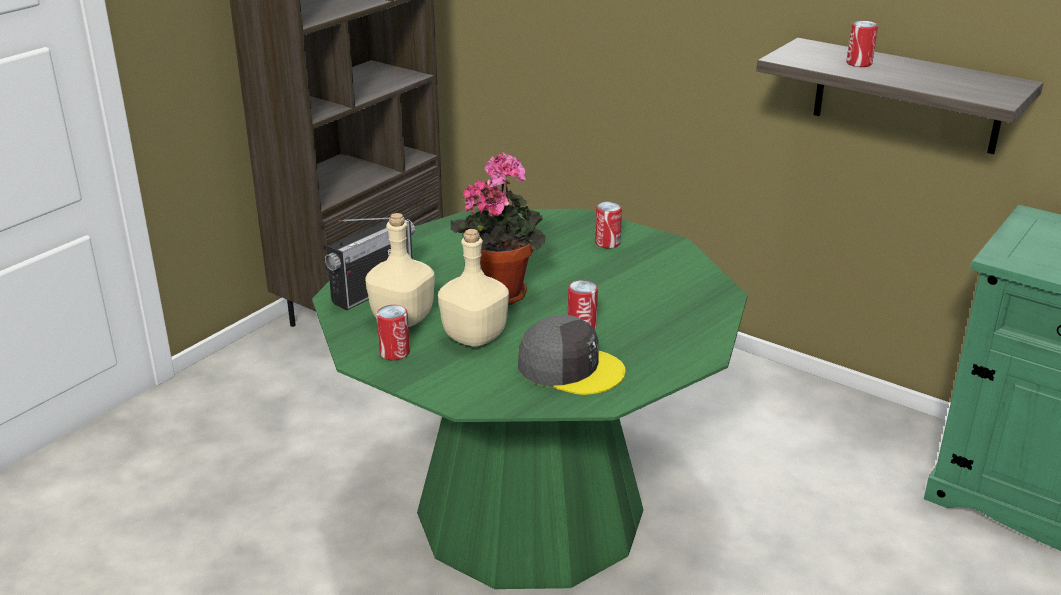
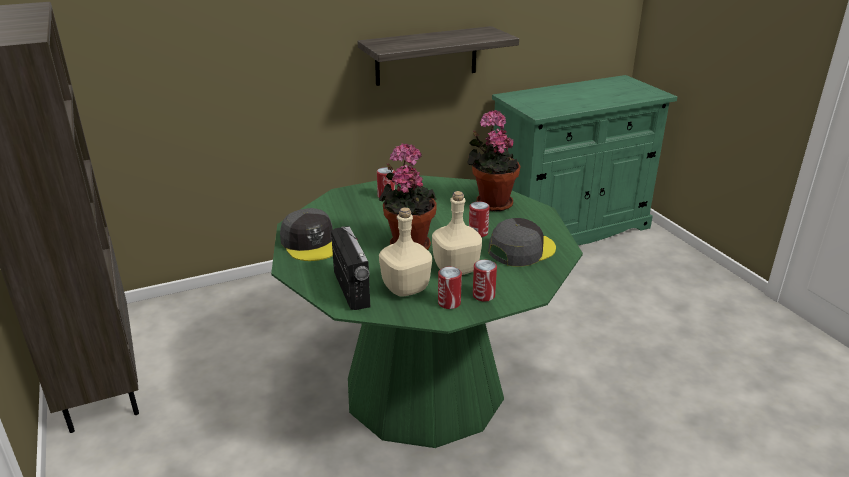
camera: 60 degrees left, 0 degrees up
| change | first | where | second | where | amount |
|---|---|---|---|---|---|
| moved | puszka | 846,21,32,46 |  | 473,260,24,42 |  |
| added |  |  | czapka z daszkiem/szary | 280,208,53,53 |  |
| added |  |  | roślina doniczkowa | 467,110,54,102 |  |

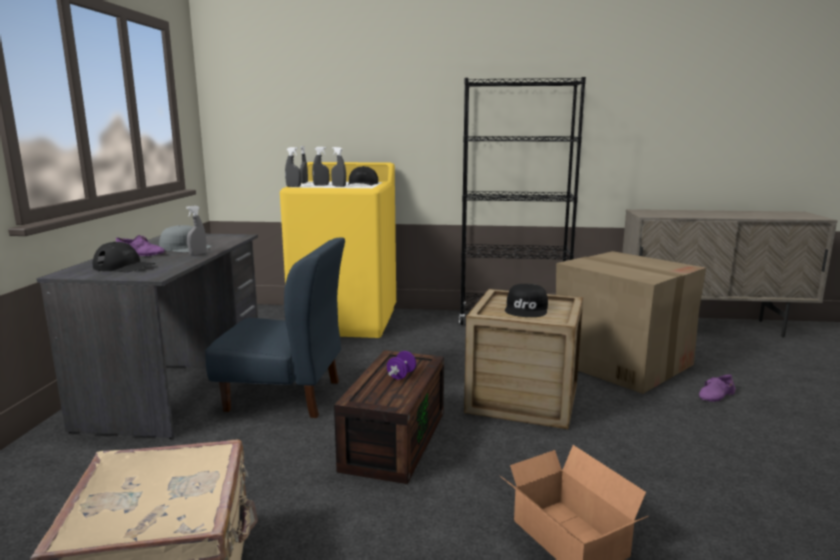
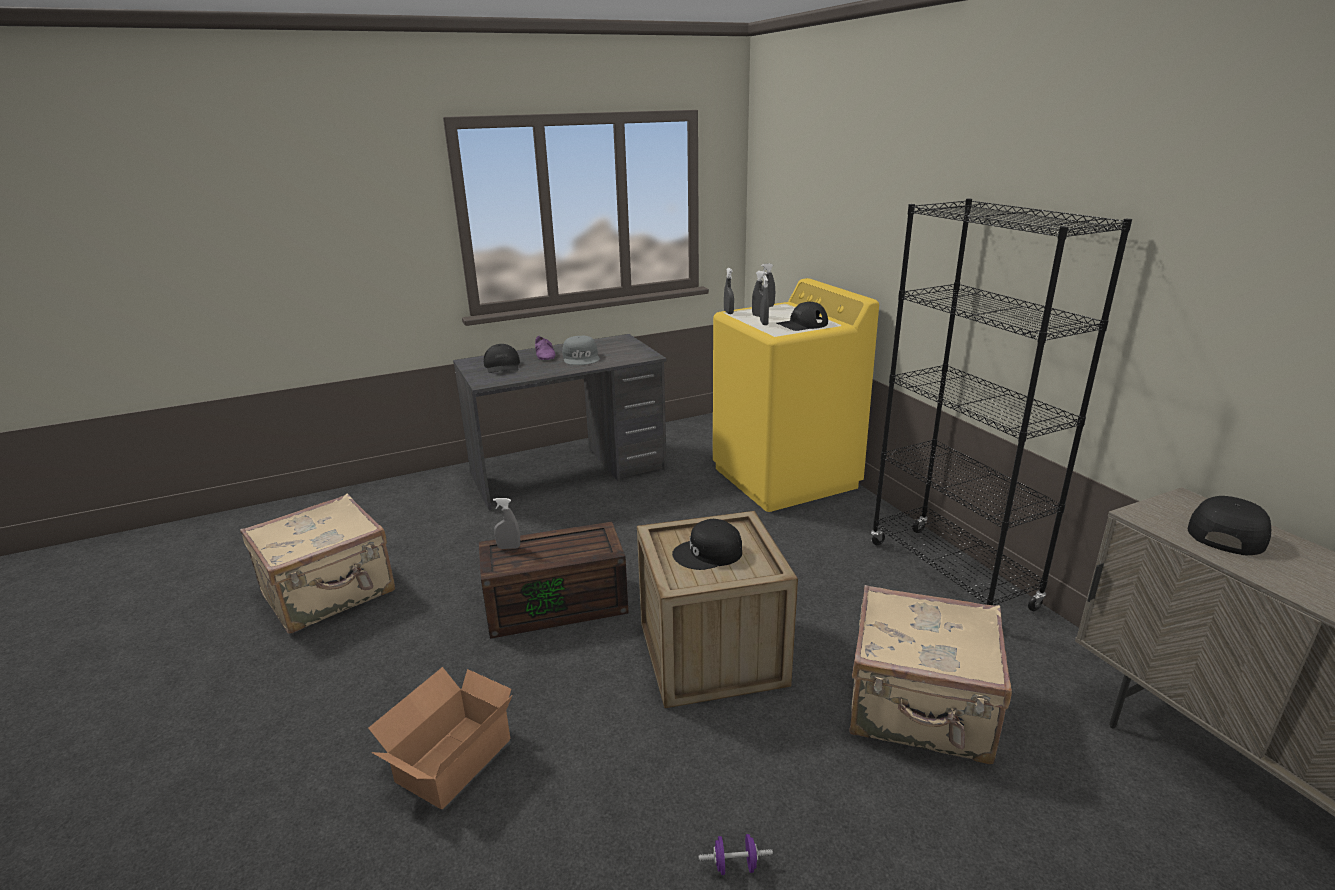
camera: 60 degrees right, 10 degrees up
| change | first | where | second | where | amount |
|---|---|---|---|---|---|
| moved | spryskiwacz/szary | 186,205,21,51 |  | 493,498,27,51 |  |
| removed | krzesło/niebieski | 206,237,139,181 |  |  |  |
| moved | hantel/fioletowy | 387,351,29,29 |  | 699,834,74,41 |  |
| replaced | karton | 556,251,150,143 | walizka/beżowy | 849,585,163,179 |  |
| removed | but/fioletowy | 699,375,37,27 |  |  |  |
| added |  |  | czapka z daszkiem/czarny | 1188,496,83,60 |  |

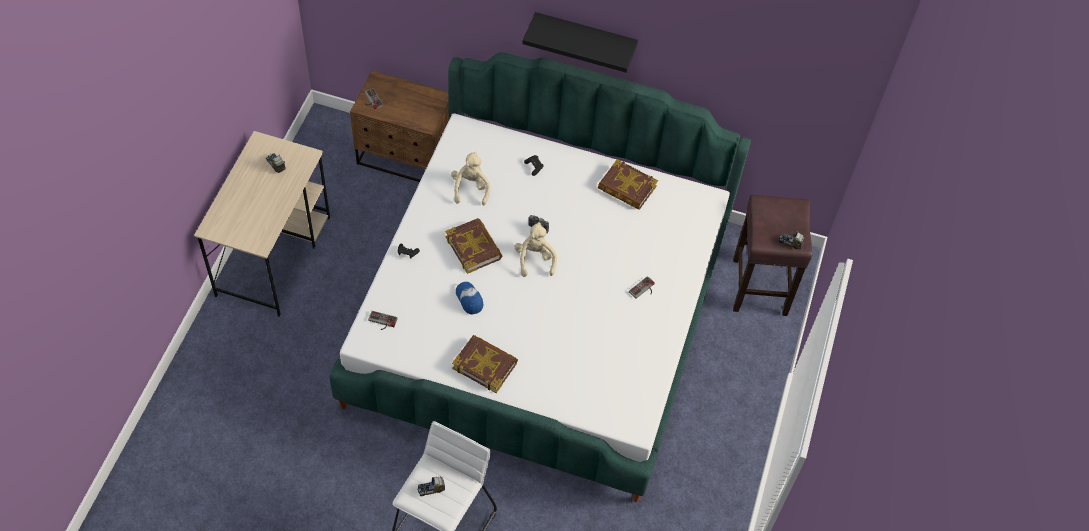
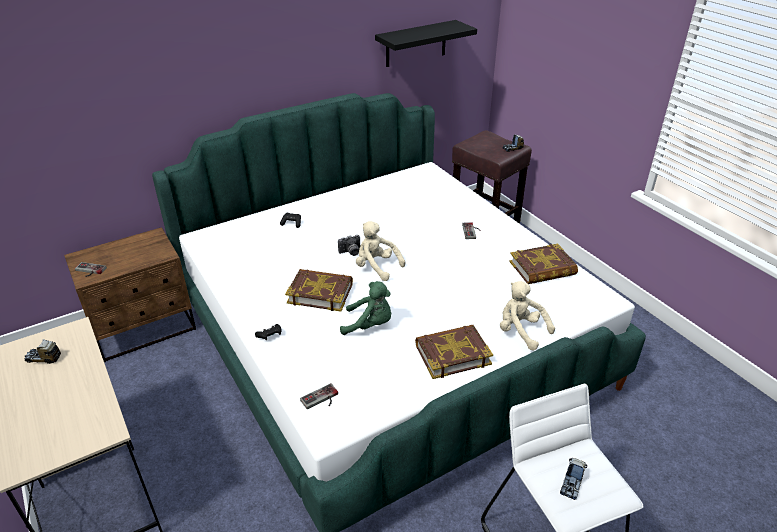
camera: 45 degrees left, 20 degrees down
| change | first | where | second | where | amount |
|---|---|---|---|---|---|
| moved | pluszak/beżowy | 451,152,39,54 |  | 500,281,55,70 |  |
| replaced | czapka z daszkiem | 456,282,28,33 | pluszak/zielony | 340,281,51,54 |  |
| moved | półka/czarny | 522,12,116,61 |  | 375,20,102,47 |  |
| moved | książka | 598,159,60,51 |  | 509,244,69,40 |  |

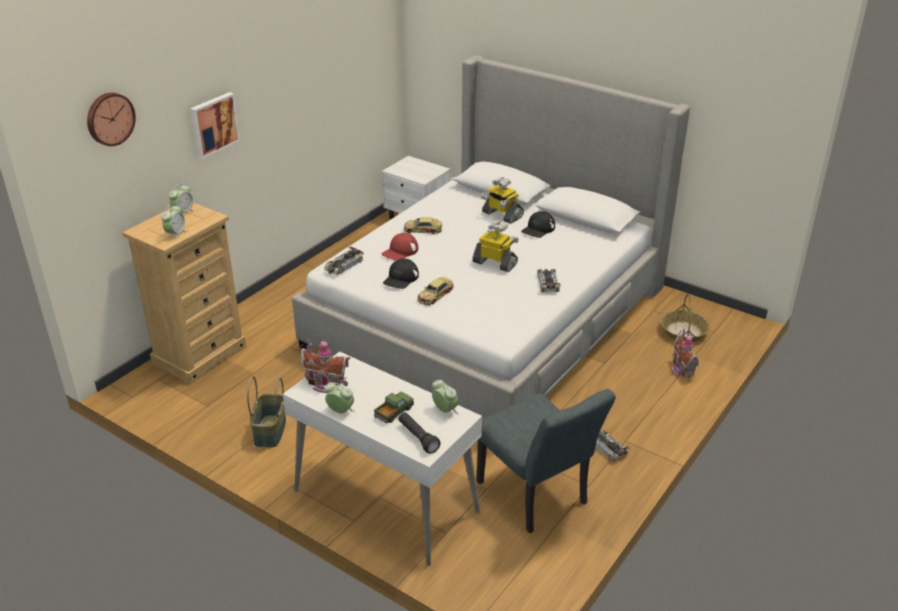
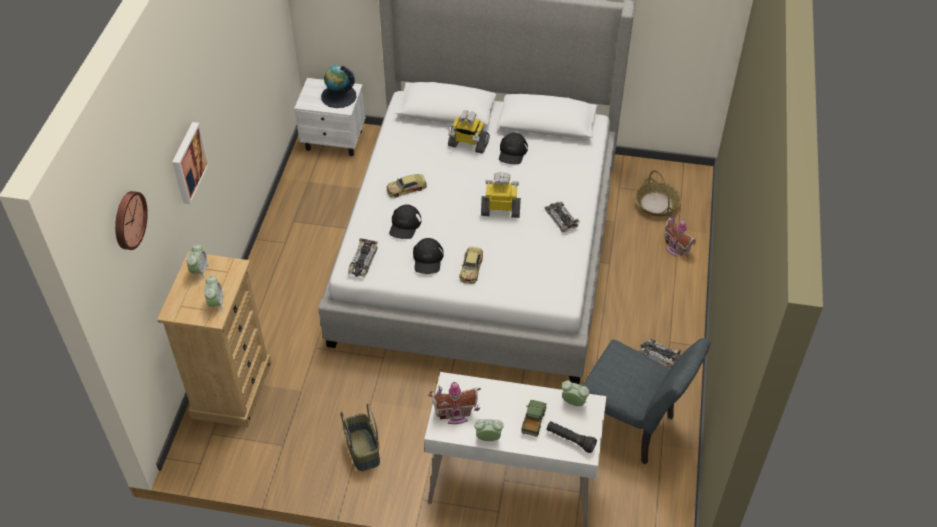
camera: 25 degrees left, 15 degrees up
| change | first | where | second | where | amount |
|---|---|---|---|---|---|
| recoloured | czapka z daszkiem/czerwony | 382,233,36,28 | czapka z daszkiem/czarny | 389,204,32,35 |  |
| added |  |  | globus | 321,65,35,43 |  |

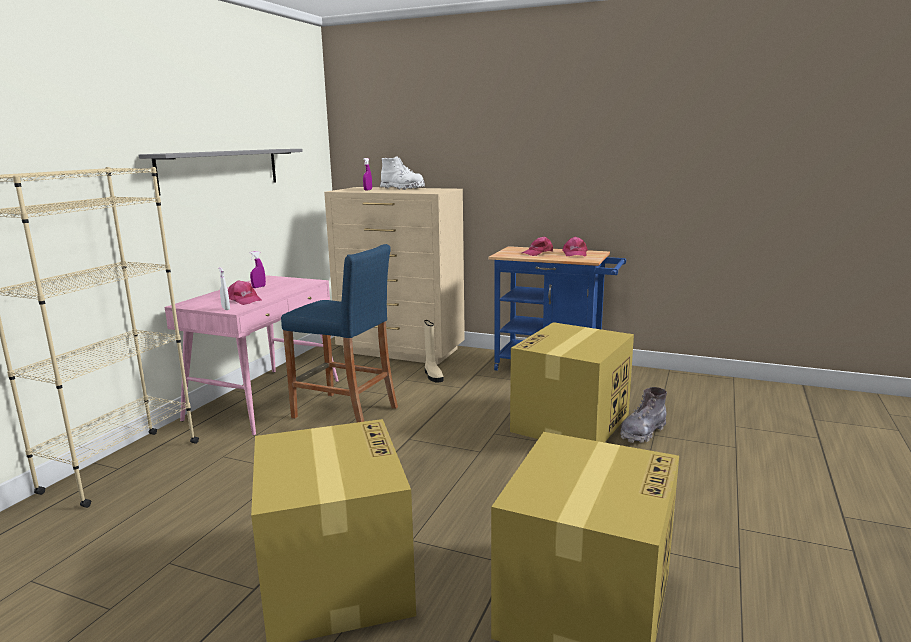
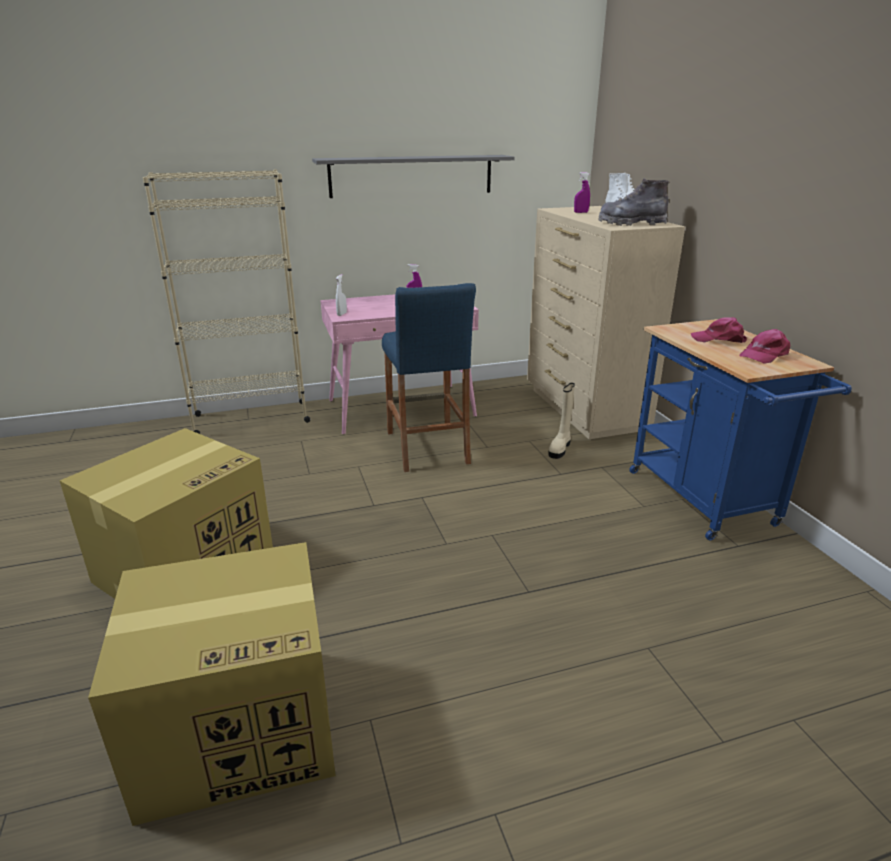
camera: 50 degrees right, 10 degrees up
| change | first | where | second | where | amount |
|---|---|---|---|---|---|
| removed | czapka z daszkiem/różowy | 228,280,35,25 |  |  |  |
| removed | karton | 510,322,124,120 |  |  |  |
| moved | but z cholewką/szary | 620,387,47,56 |  | 598,178,71,48 |  |

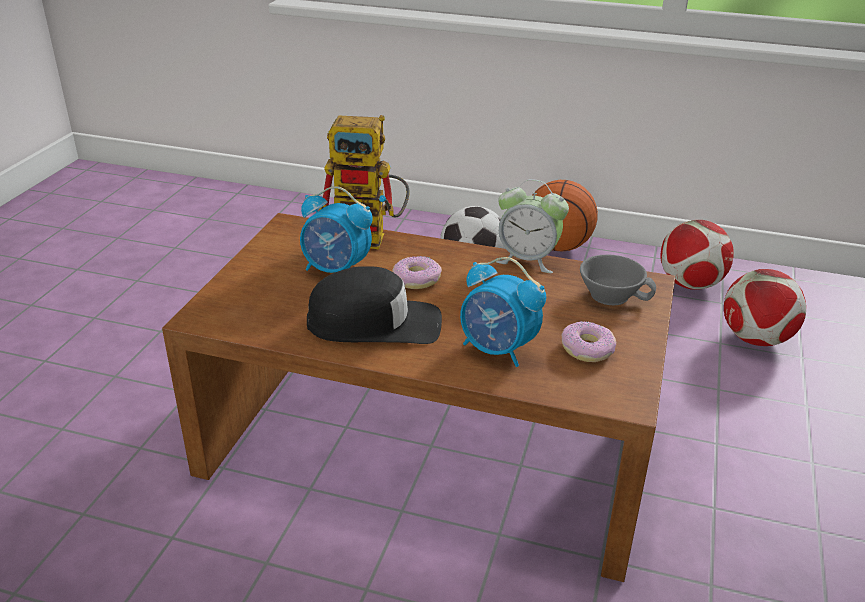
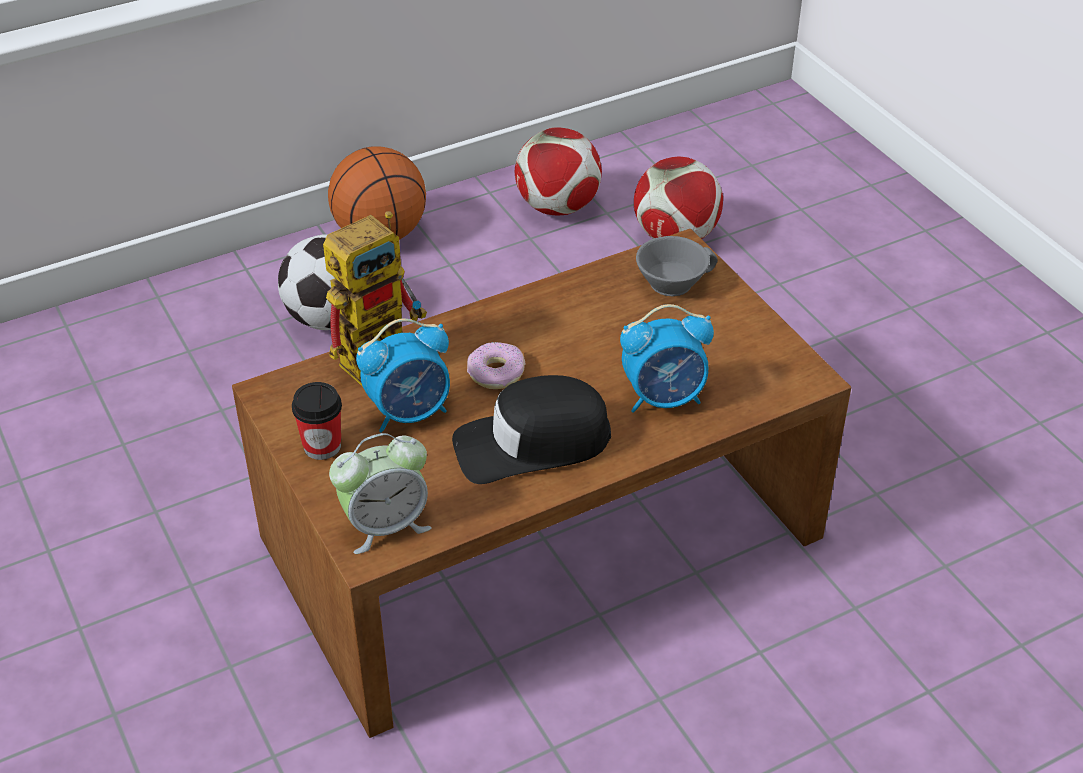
camera: 45 degrees left, 10 degrees up
| change | first | where | second | where | amount |
|---|---|---|---|---|---|
| turned | czapka z daszkiem/czarny | 307,266,135,78 |  | 452,375,159,109 | 150 degrees counterclockwise |
| moved | budzik | 496,179,73,94 |  | 329,433,103,121 |  |
| removed | donut | 562,321,54,41 |  |  |  |
| added |  |  | filiżanka | 292,382,50,78 |  |

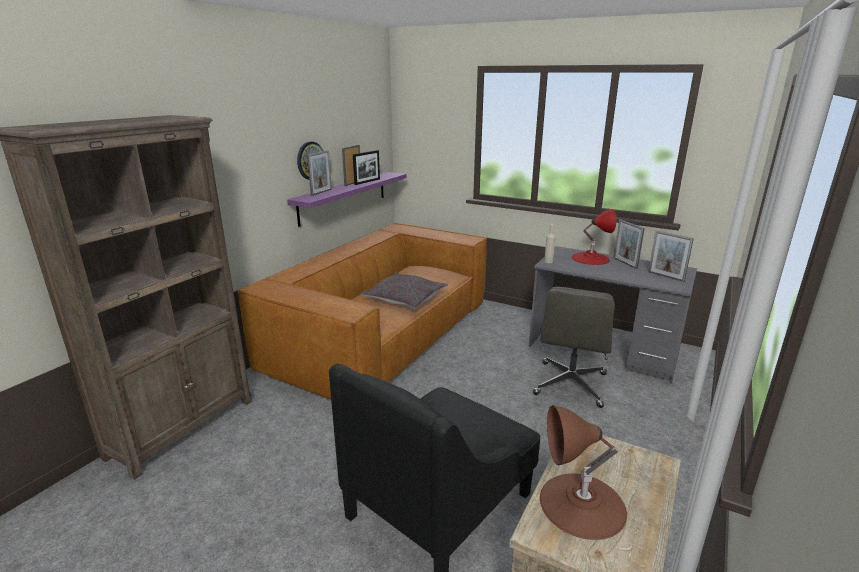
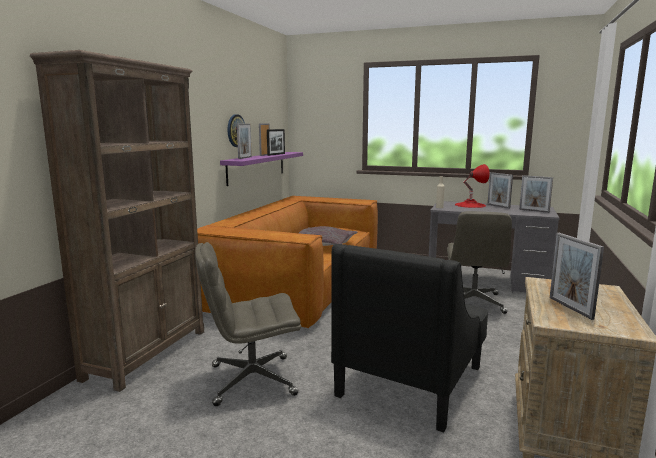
camera: 10 degrees left, 10 degrees down
| change | first | where | second | where | amount |
|---|---|---|---|---|---|
| replaced | lampa stołowa/brązowy | 540,405,87,135 | ramka na zdjęcie | 550,233,54,87 |  |
| added |  |  | krzesło biurowe/szary | 195,242,106,164 |  |

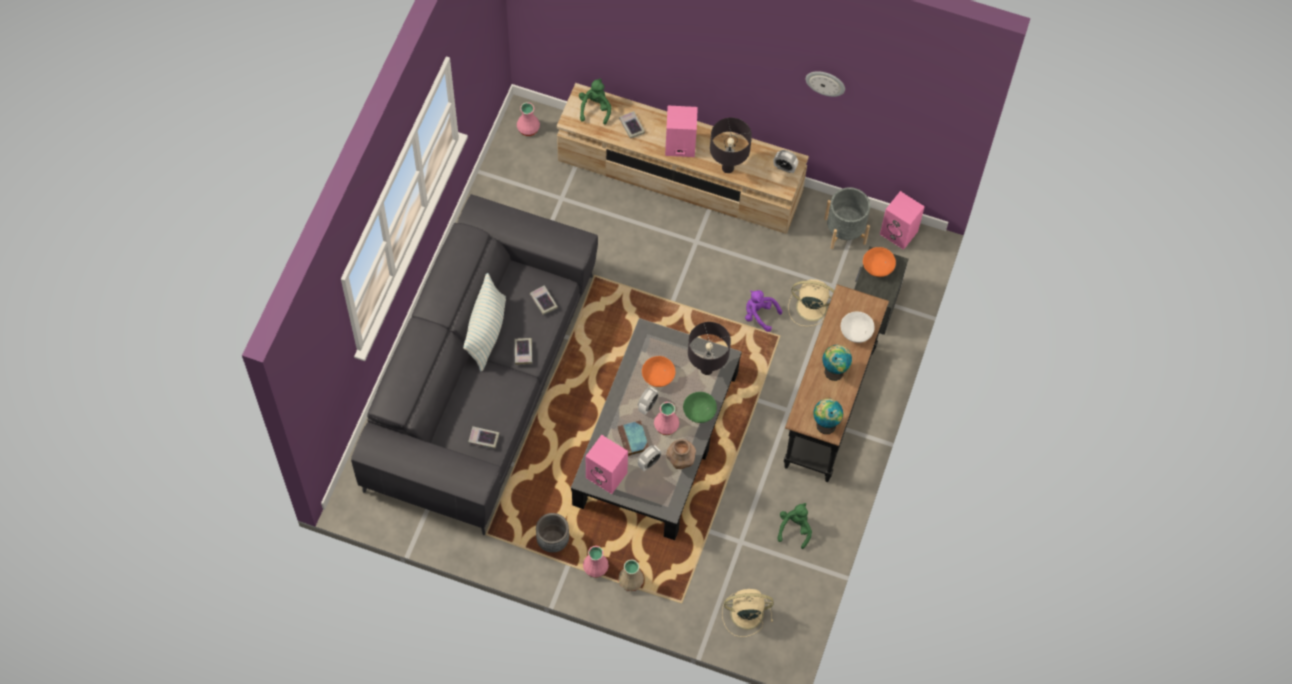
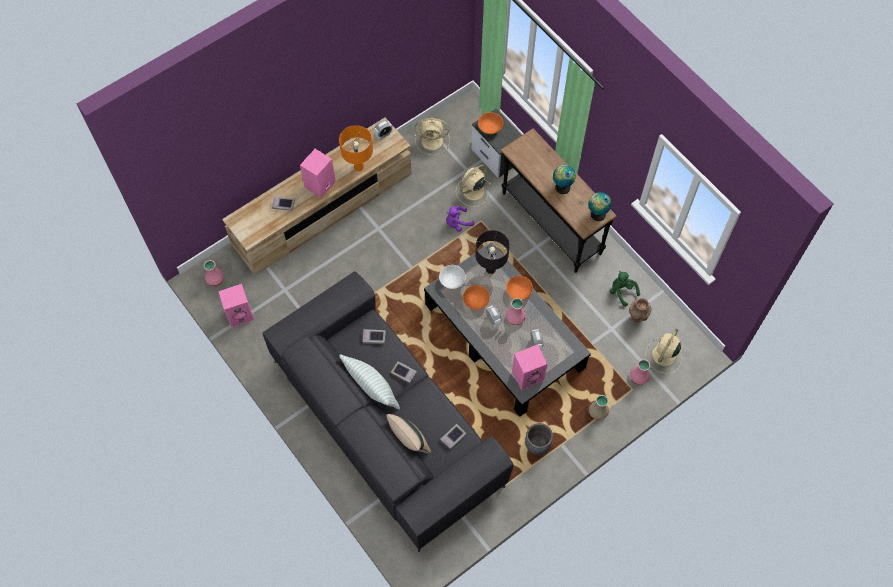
camera: 55 degrees left, 0 degrees up
| change | first | where | second | where | amount |
|---|---|---|---|---|---|
| removed | pluszak/zielony | 579,78,32,47 |  |  |  |
| moved | wazon/różowy | 583,546,26,32 |  | 630,359,20,26 |  |
| removed | książka | 618,420,31,36 |  |  |  |
| moved | wazon/brązowy | 666,439,30,30 |  | 629,298,23,24 |  |
| recoloured | miska/zielony | 683,392,34,31 | miska/pomarańczowy | 506,276,27,24 |  |
| recoloured | lampa stołowa/czarny | 710,118,42,55 | lampa stołowa/pomarańczowy | 339,125,34,46 |  |
| removed | zegar ścienny | 806,71,39,26 |  |  |  |
| replaced | donica/szary | 824,187,46,62 | wentylator/beżowy | 415,117,35,38 |  |
| moved | miska/biały | 841,311,34,32 |  | 439,265,27,24 |  |
| moved | głośnik/różowy | 880,191,45,59 |  | 218,284,36,44 |  |
| added |  |  | poduszka/beżowy | 387,414,44,40 |  |

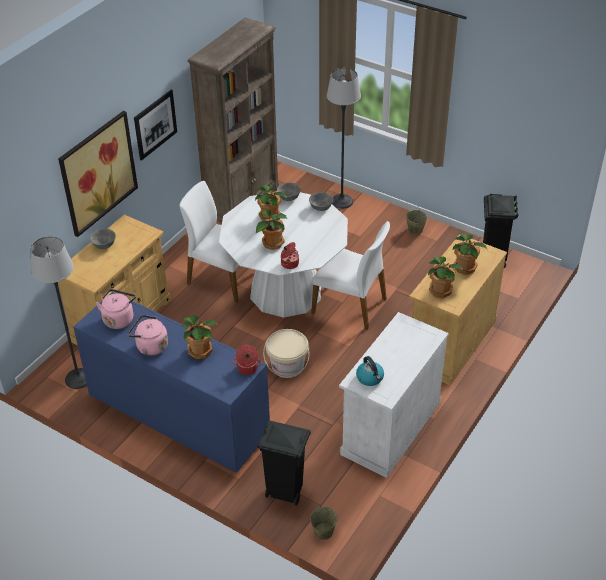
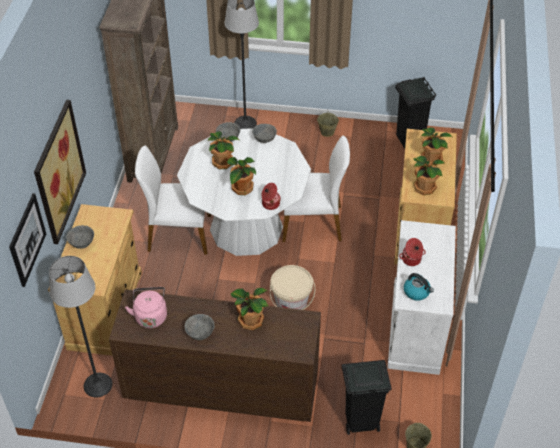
camera: 25 degrees left, 5 degrees up
| change | first | where | second | where | amount |
|---|---|---|---|---|---|
| recoloured | komoda/niebieski | 73,292,197,181 | komoda/brązowy | 109,289,212,133 |  |
| replaced | czajnik/różowy | 128,315,40,41 | miska/szary | 185,314,30,26 |  |
| moved | obraz | 134,90,43,71 |  | 9,193,37,94 |  |
| moved | garnek | 233,345,29,30 |  | 399,238,27,28 |  |

